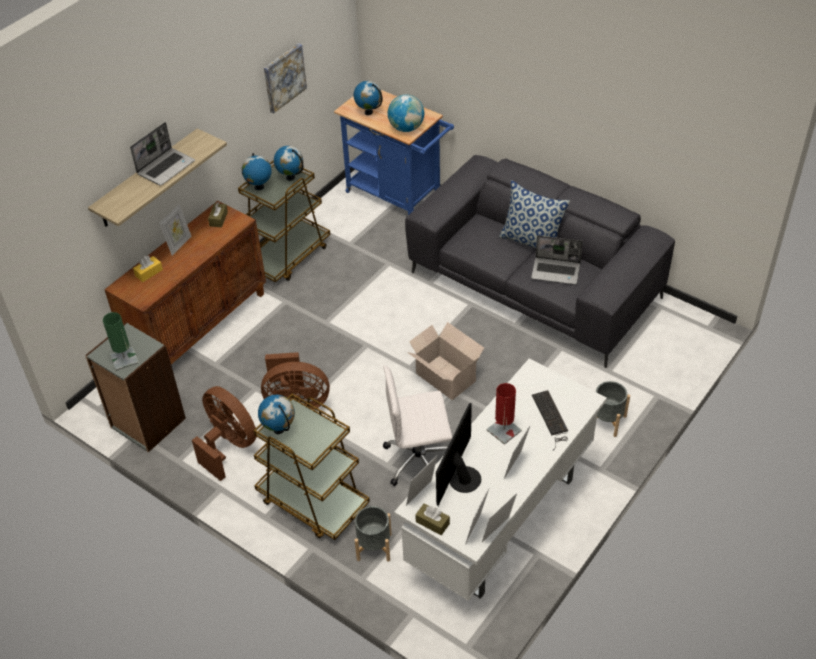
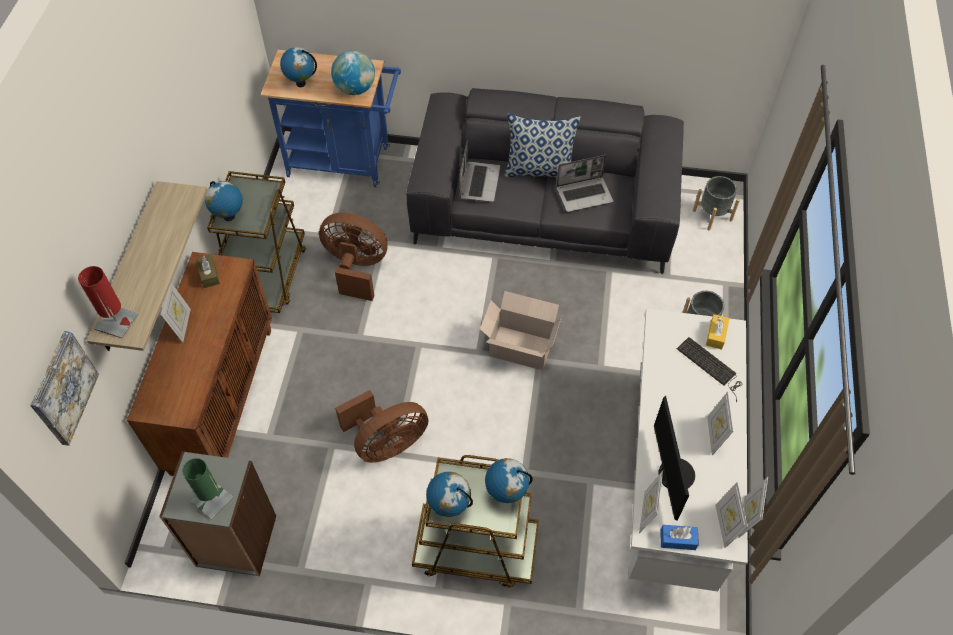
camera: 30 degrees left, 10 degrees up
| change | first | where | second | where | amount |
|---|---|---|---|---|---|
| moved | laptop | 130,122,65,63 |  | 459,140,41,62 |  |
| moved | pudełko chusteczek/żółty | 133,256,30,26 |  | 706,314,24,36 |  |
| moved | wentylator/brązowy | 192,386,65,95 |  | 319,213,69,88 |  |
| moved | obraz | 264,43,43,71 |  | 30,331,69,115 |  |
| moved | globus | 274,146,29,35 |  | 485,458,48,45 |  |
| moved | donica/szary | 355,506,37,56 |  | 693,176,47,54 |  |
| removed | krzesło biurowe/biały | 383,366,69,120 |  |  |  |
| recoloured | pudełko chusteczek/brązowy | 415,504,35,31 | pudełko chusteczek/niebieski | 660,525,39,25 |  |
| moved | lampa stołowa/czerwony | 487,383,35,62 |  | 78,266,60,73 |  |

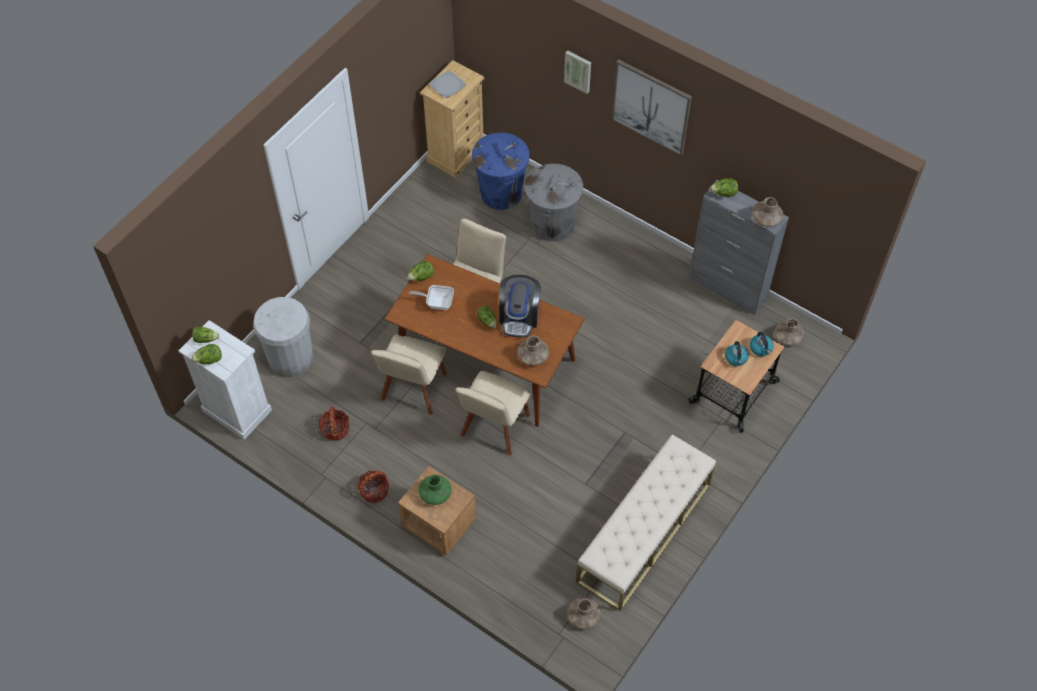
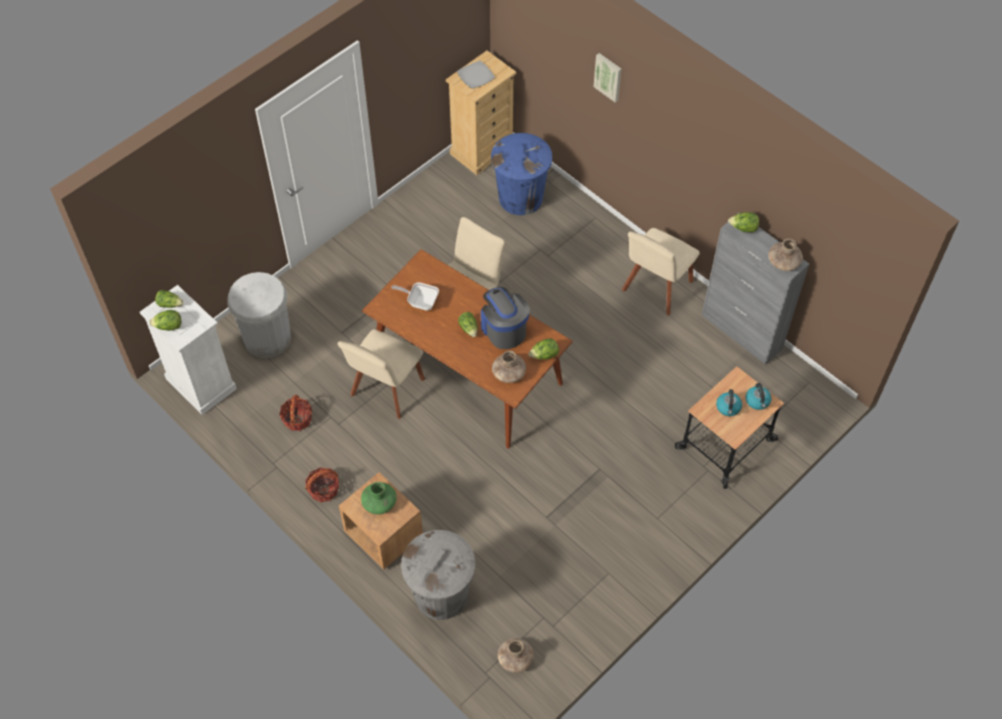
camera: 10 degrees right, 0 degrees up
| change | first | where | second | where | amount |
|---|---|---|---|---|---|
| moved | sałata | 407,261,27,20 |  | 529,339,30,21 |  |
| moved | krzesło/beżowy | 455,371,76,84 |  | 622,228,78,88 |  |
| turned | ekspres do kawy | 499,275,42,63 |  | 481,287,49,62 | 135 degrees clockwise |
| moved | kosz na śmieci/szary | 525,164,58,78 |  | 401,530,74,90 |  |
| removed | ławka/beżowy | 576,434,140,177 |  |  |  |
| removed | obraz | 612,60,80,96 |  |  |  |
| removed | wazon/brązowy | 775,318,29,28 |  |  |  |

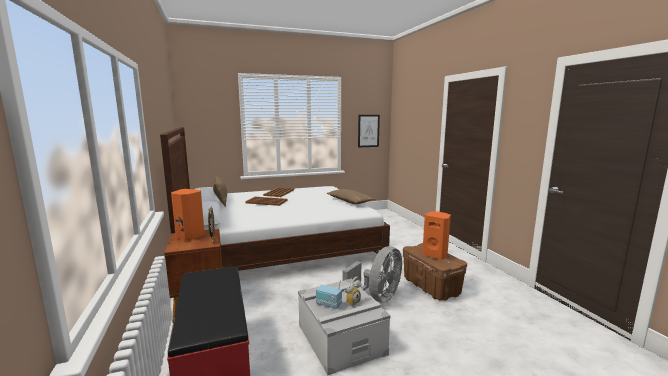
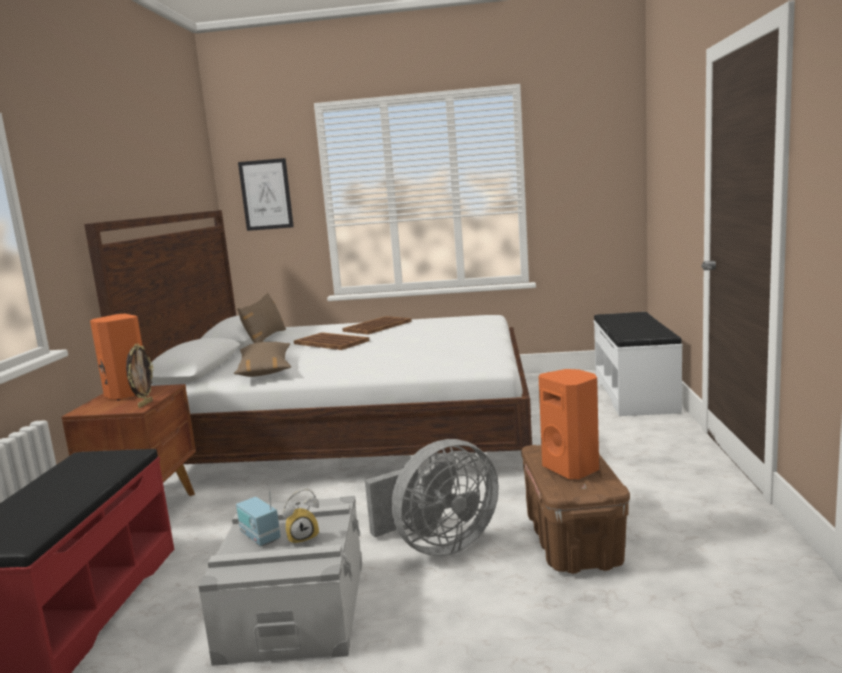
camera: 25 degrees right, 0 degrees up
| change | first | where | second | where | amount |
|---|---|---|---|---|---|
| moved | poduszka/brązowy | 327,189,48,15 |  | 234,342,57,35 |  |
| moved | obraz | 358,115,22,33 |  | 238,158,56,73 |  |
| added |  |  | ławka/biały | 593,312,89,104 |  |

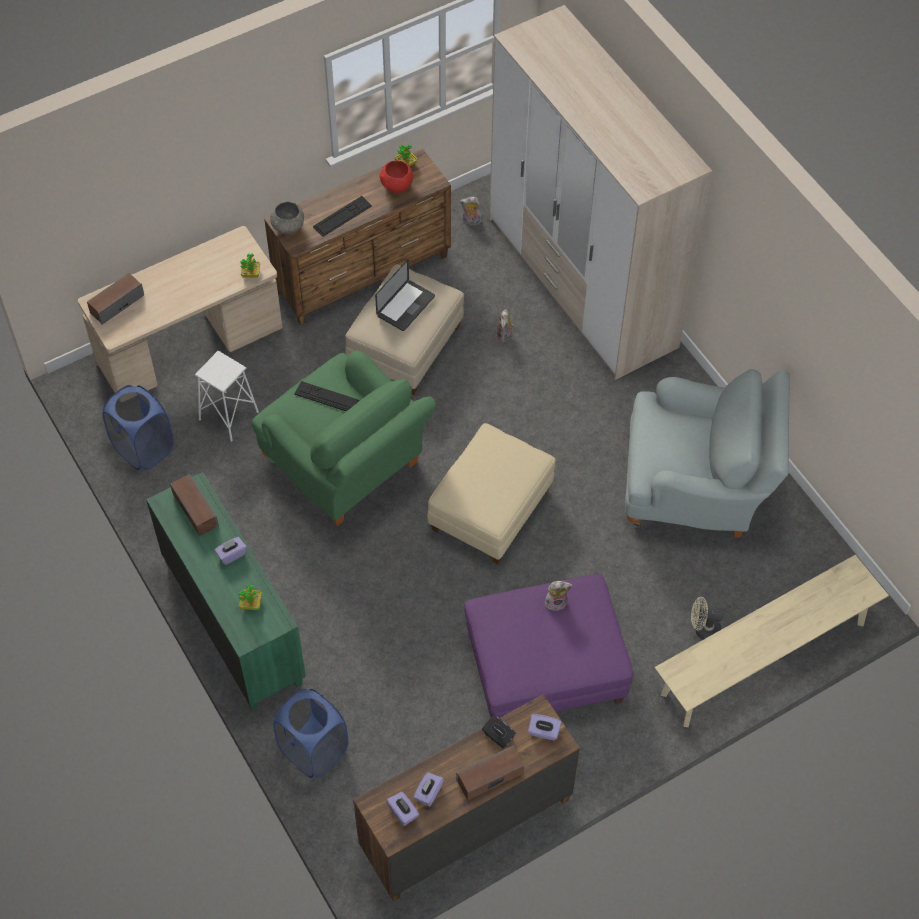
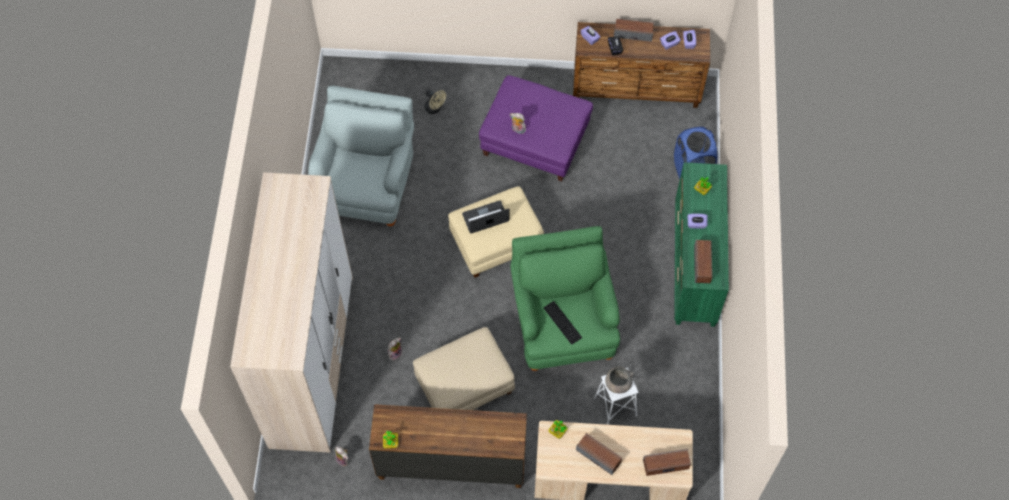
camera: 145 degrees left, 5 degrees up
| change | first | where | second | where | amount |
|---|---|---|---|---|---|
| removed | kosz na pranie/niebieski | 102,385,71,85 |  |  |  |
| moved | miska/szary | 270,202,34,33 |  | 605,366,29,27 |  |
| removed | klawiatura | 313,196,59,41 |  |  |  |
| moved | laptop | 375,259,60,72 |  | 462,201,47,32 |  |
| removed | miska/czerwony | 379,161,34,32 |  |  |  |
| turned | fotel/szary | 625,369,165,169 |  | 308,86,106,140 | 60 degrees clockwise |
| removed | ławka/beżowy | 655,555,234,172 |  |  |  |
| added |  |  | głośnik | 576,433,46,42 |  |

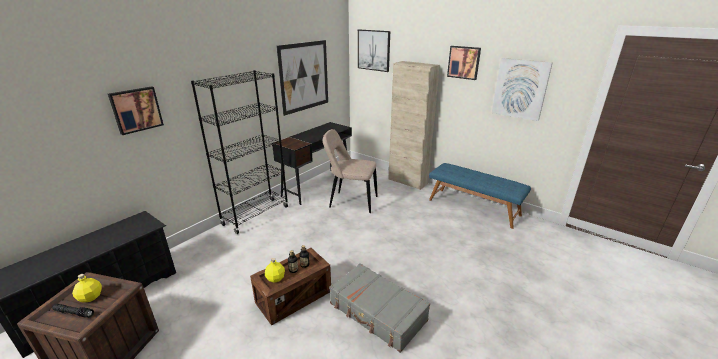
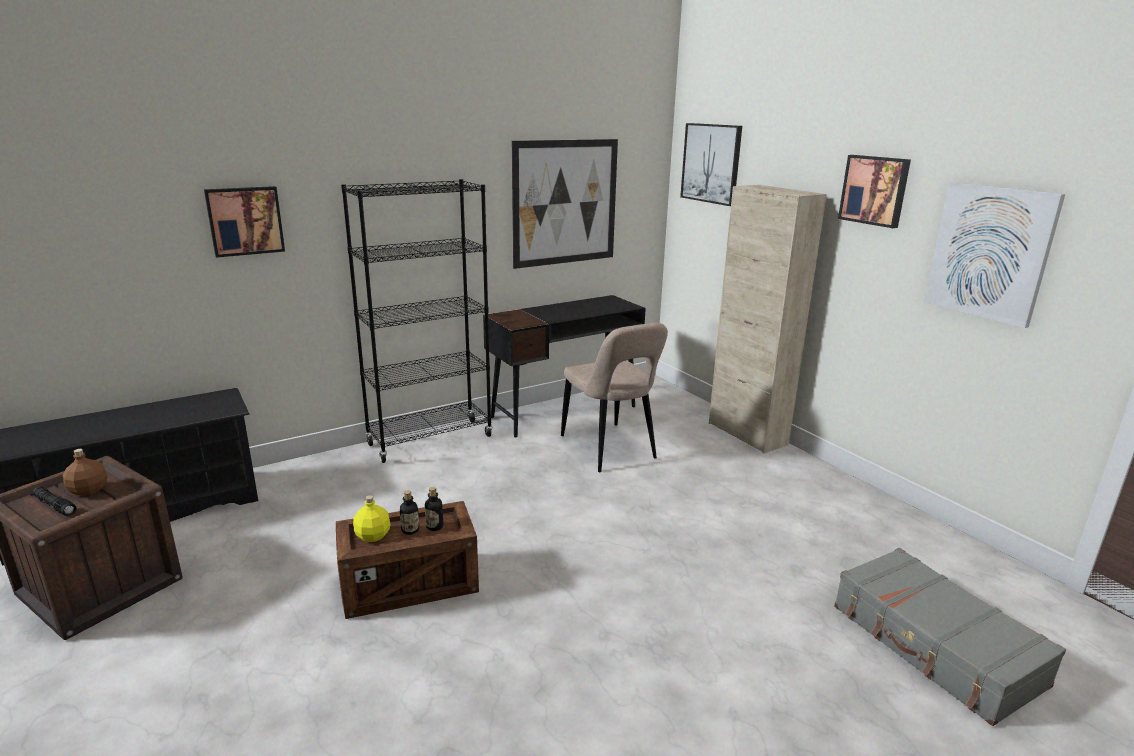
camera: 20 degrees right, 5 degrees down
| change | first | where | second | where | amount |
|---|---|---|---|---|---|
| recoloured | butelka/żółty | 72,274,30,28 | butelka/brązowy | 63,449,44,47 |  |
| turned | krzesło/beżowy | 323,129,54,84 |  | 561,323,107,149 | 150 degrees counterclockwise |
| moved | walizka/szary | 329,263,101,90 |  | 834,548,232,178 |  |
| removed | ławka/niebieski | 429,163,102,66 |  |  |  |

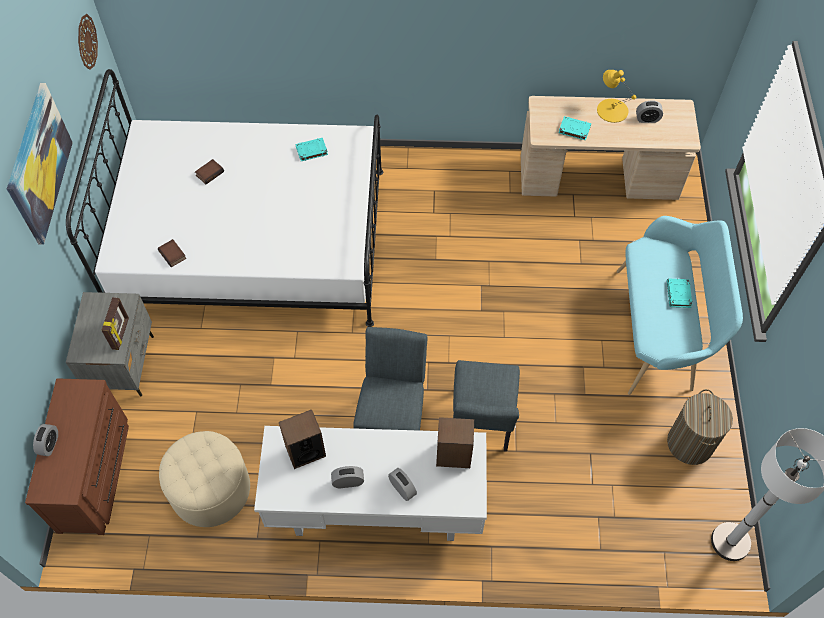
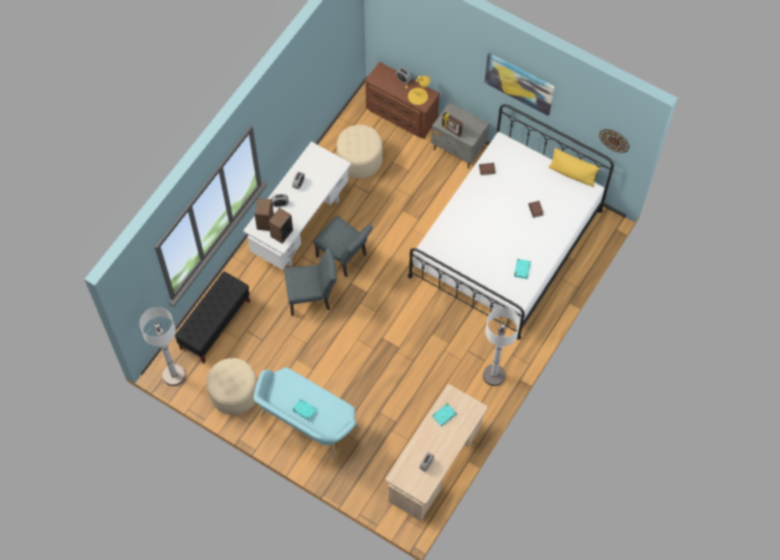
camera: 120 degrees right, 5 degrees up
| change | first | where | second | where | amount |
|---|---|---|---|---|---|
| moved | głośnik | 279,410,47,59 |  | 255,198,19,33 |  |
| turned | krzesło/szary | 453,360,67,91 |  | 284,248,53,68 | 135 degrees clockwise |
| moved | lampa stołowa/żółty | 597,70,40,53 |  | 405,76,25,29 |  |
| replaced | kosz na pranie | 667,389,66,76 | pufa/beżowy | 207,358,50,57 |  |
| added |  |  | ławka/czarny | 175,272,75,91 |  |
| added |  |  | lampa stojąca/biały | 483,307,37,79 |  |
| added |  |  | poduszka/żółty | 549,148,51,39 |  |

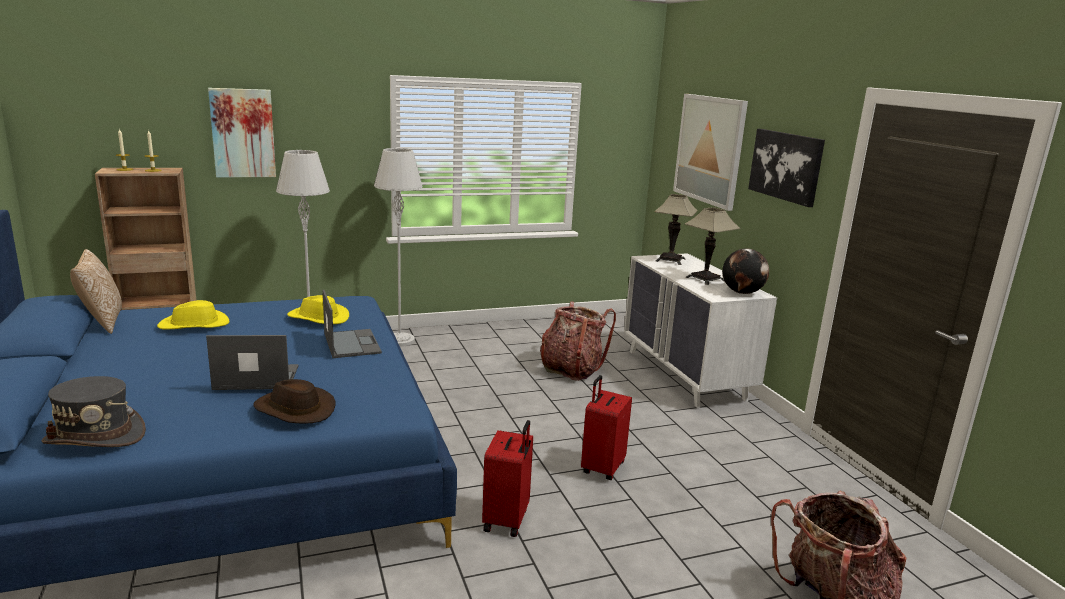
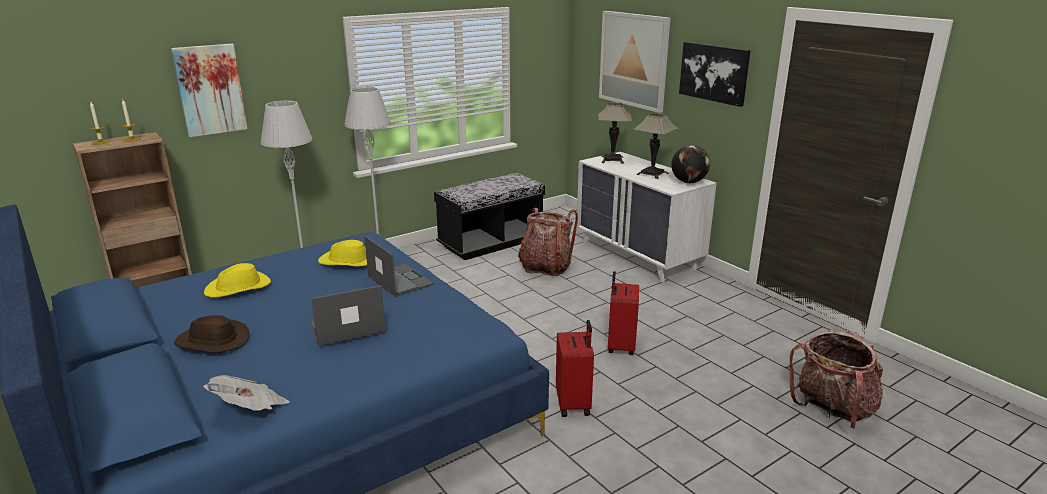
camera: 15 degrees left, 5 degrees up
| change | first | where | second | where | amount |
|---|---|---|---|---|---|
| replaced | kapelusz/szary | 42,376,104,71 | gazeta | 203,375,87,36 |  |
| removed | poduszka | 70,249,52,85 |  |  |  |
| moved | kapelusz/brązowy | 253,379,82,45 |  | 174,315,75,38 |  |
| added |  |  | ławka/czarny | 434,173,111,87 |  |

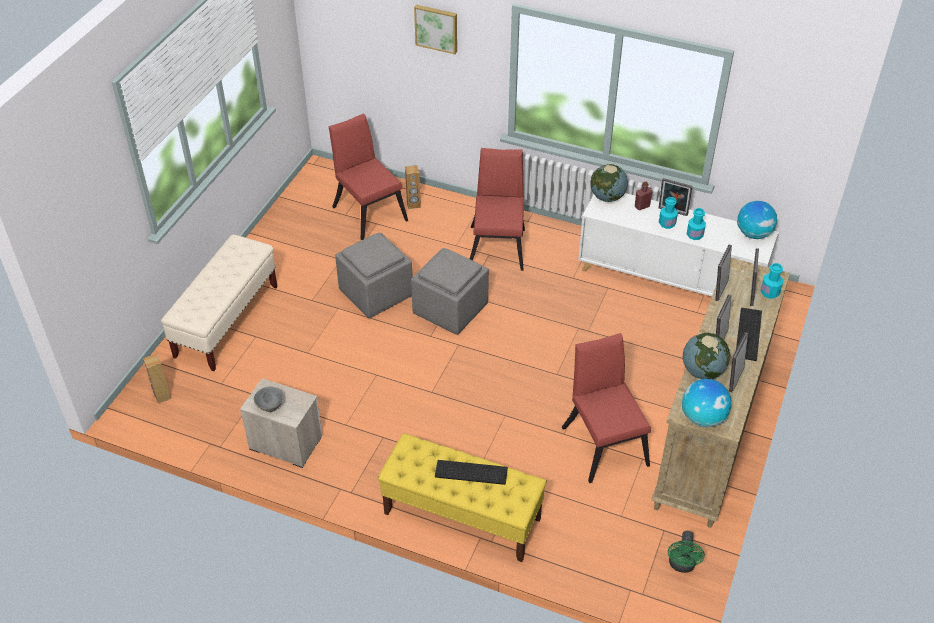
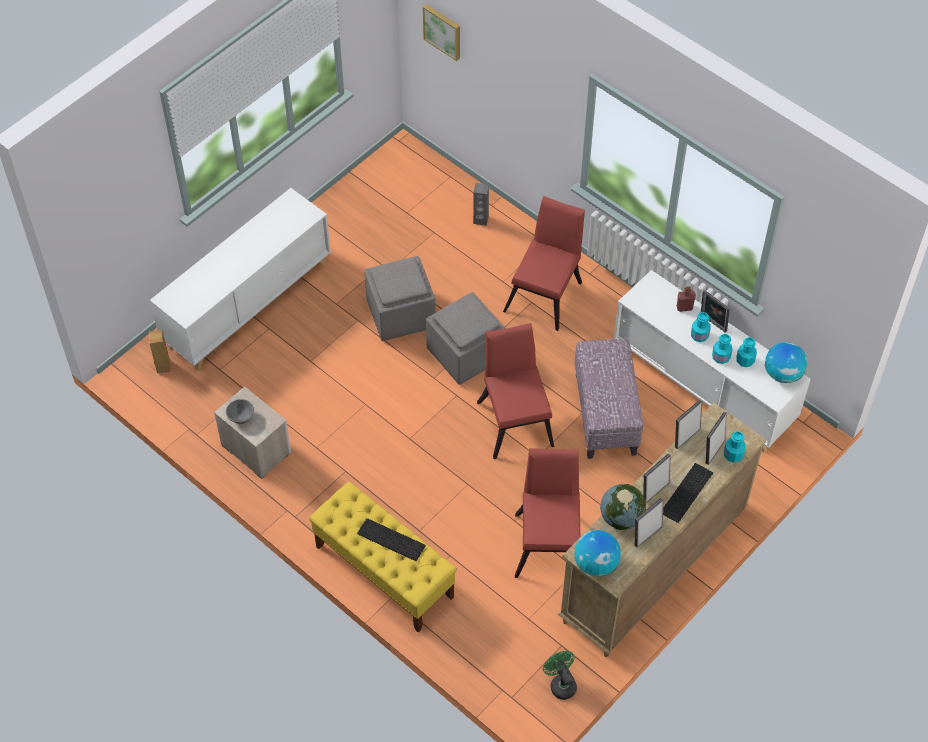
camera: 20 degrees right, 10 degrees up
| change | first | where | second | where | amount |
|---|---|---|---|---|---|
| replaced | ławka/beżowy | 161,235,117,136 | szafka/biały | 150,188,181,183 |  |
| moved | krzesło/czerwony | 329,113,79,127 |  | 477,323,77,136 |  |
| recoloured | głośnik/brązowy | 405,165,16,44 | głośnik/szary | 473,183,16,43 |  |
| moved | obraz | 414,5,43,49 |  | 423,4,37,57 |  |
| removed | globus | 590,164,38,38 |  |  |  |
| turned | wentylator/zielony | 668,531,37,42 |  | 543,651,34,49 | 120 degrees clockwise |
| added |  |  | pufa | 575,338,68,121 |  |
| added |  |  | butelka/turkusowy | 736,337,21,30 |  |

